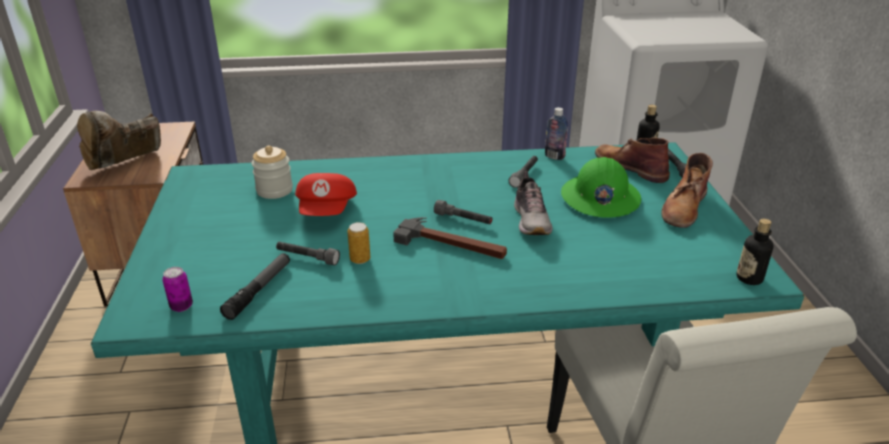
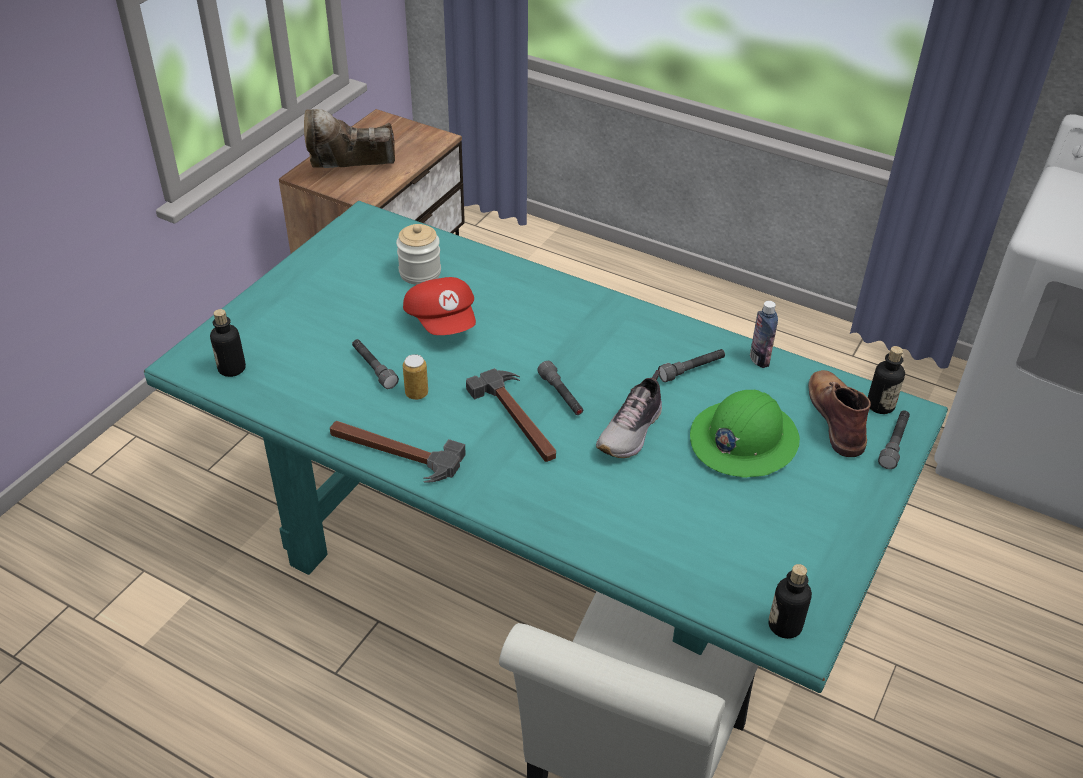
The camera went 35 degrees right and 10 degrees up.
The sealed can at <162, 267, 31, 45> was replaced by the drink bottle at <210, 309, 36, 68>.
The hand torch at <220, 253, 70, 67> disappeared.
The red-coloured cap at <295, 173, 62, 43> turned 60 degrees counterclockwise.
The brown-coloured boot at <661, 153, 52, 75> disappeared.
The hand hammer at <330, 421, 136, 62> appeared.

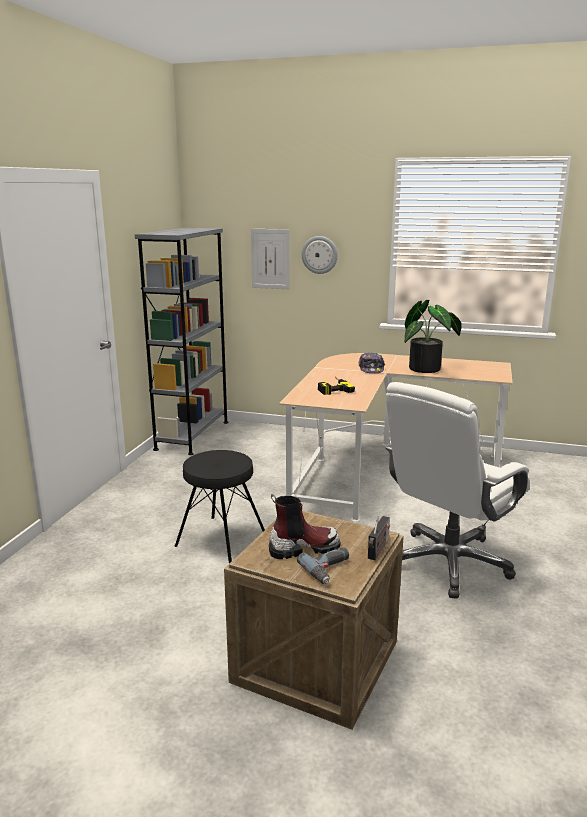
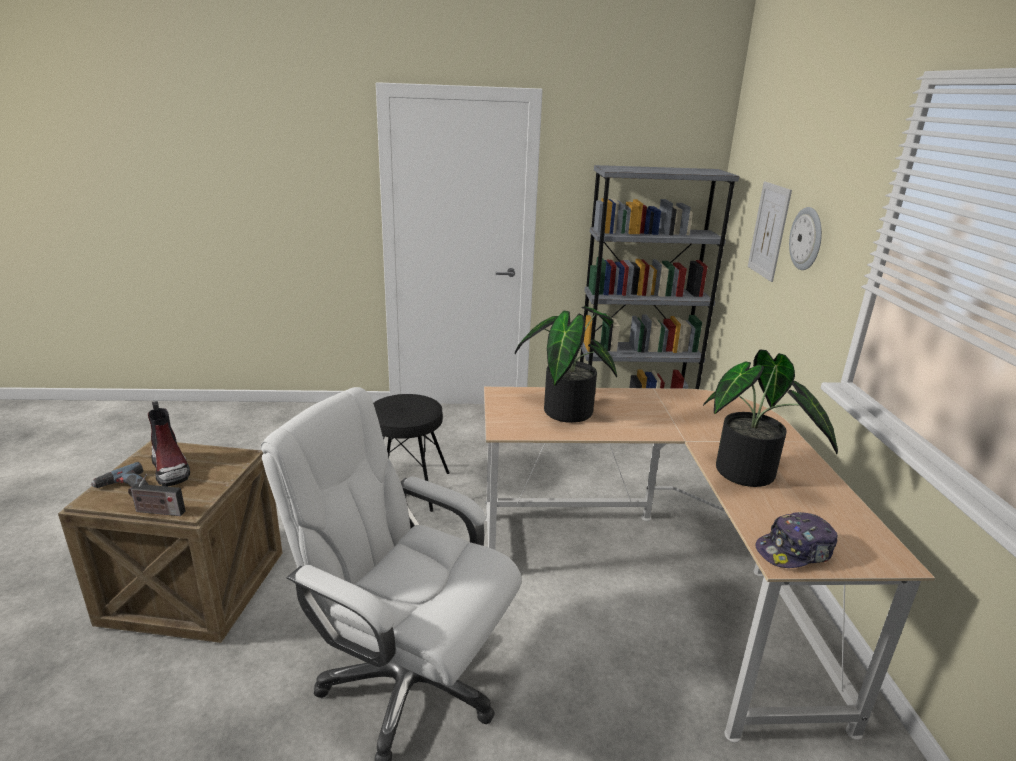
The camera went 70 degrees right and 5 degrees up.
The electric drill at <318, 377, 37, 18> was replaced by the plant in a pot at <515, 306, 102, 117>.
The cap moved from <359, 353, 26, 20> to <756, 512, 82, 56>.

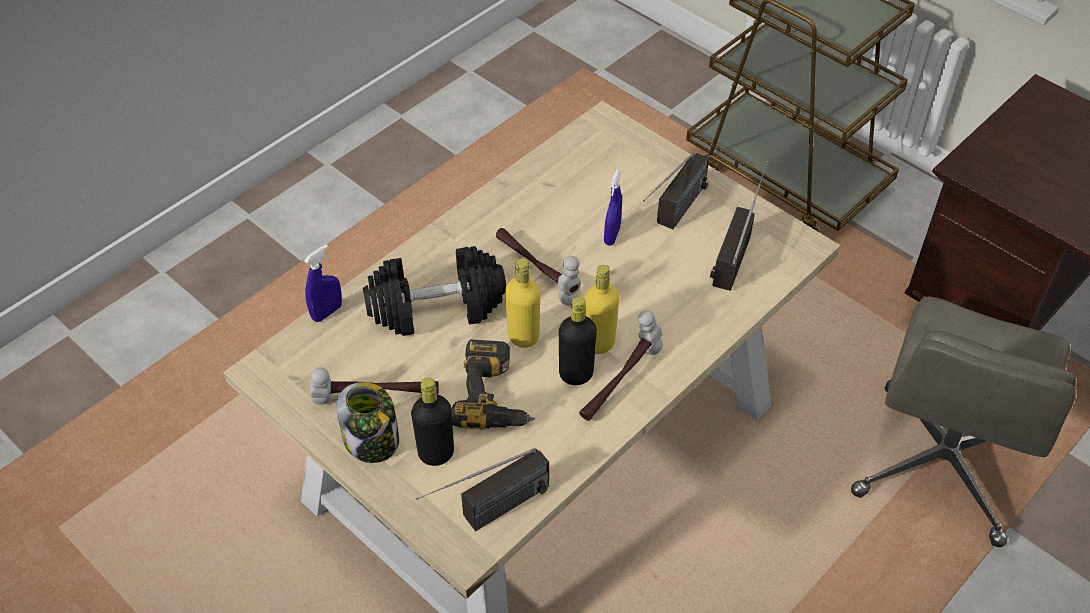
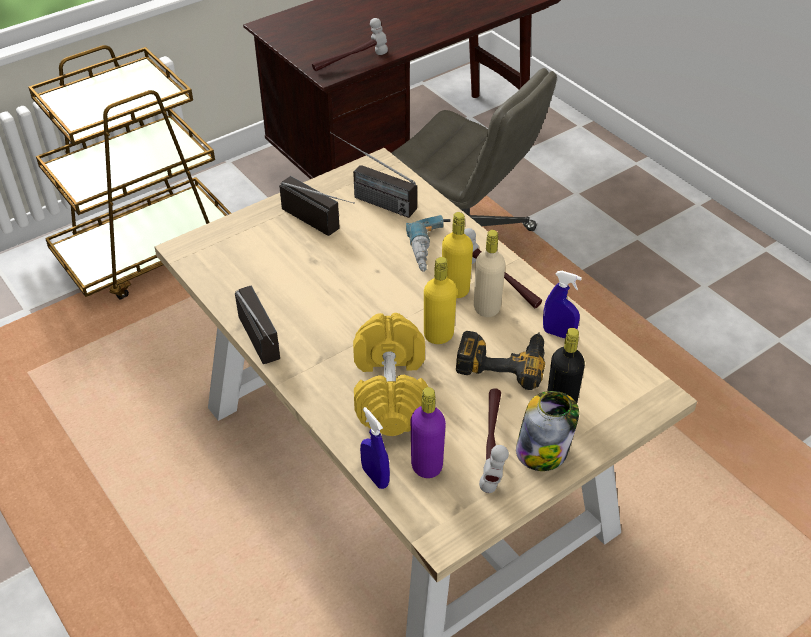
The camera went 80 degrees left and 5 degrees down.
The black-coloured dumbbell at <363, 246, 143, 90> became the yellowish dumbbell at <353, 313, 75, 123>.
The radio set moved from <416, 448, 134, 83> to <235, 285, 45, 79>.
The hand hammer moved from <496, 228, 85, 77> to <312, 18, 76, 53>.
The black-coloured drink bottle at <559, 297, 38, 88> became the beige drink bottle at <474, 230, 31, 87>.
The blue hand sprayer moved from <604, 169, 18, 77> to <543, 271, 39, 68>.
The electric drill at <406, 215, 45, 57> appeared.
The purple drink bottle at <411, 387, 35, 91> appeared.

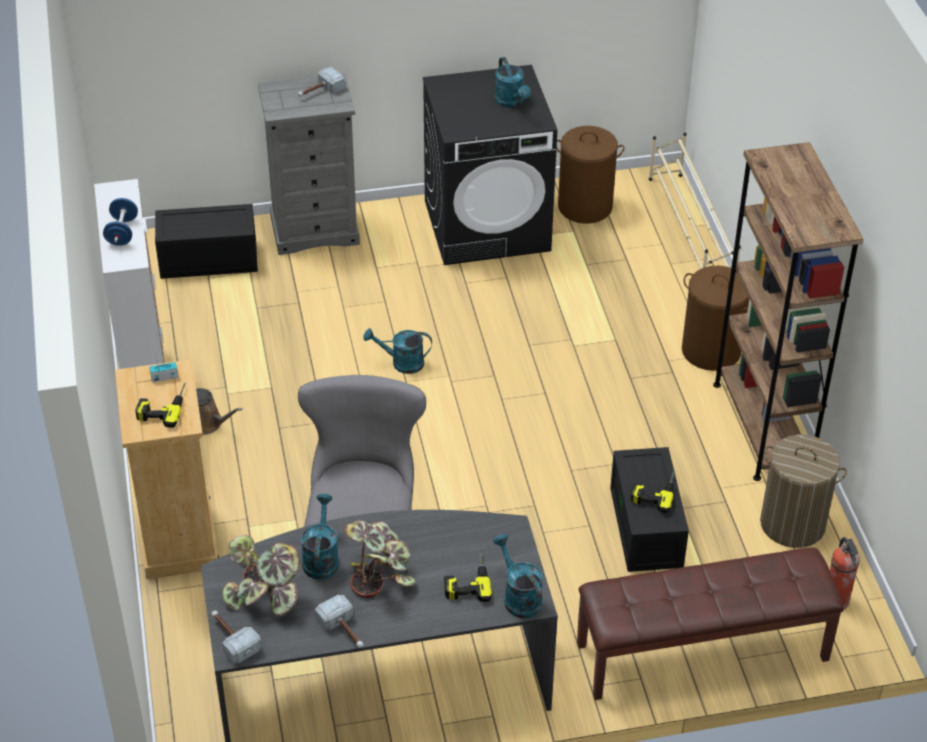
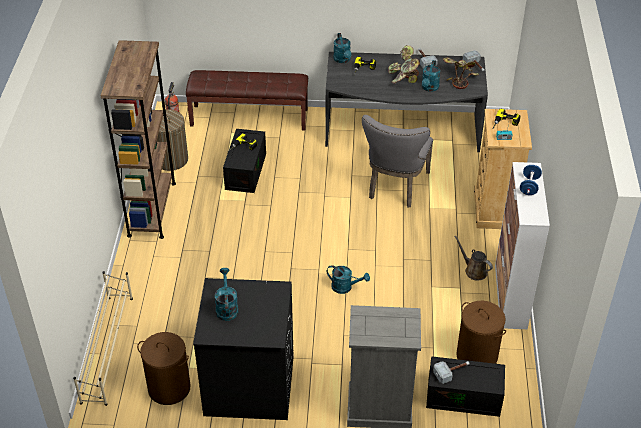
The camera went 165 degrees left and 0 degrees up.
The hand hammer moved from <298, 67, 47, 30> to <433, 361, 37, 23>.
The brown-coloured laundry basket moved from <682, 266, 67, 105> to <456, 301, 50, 63>.

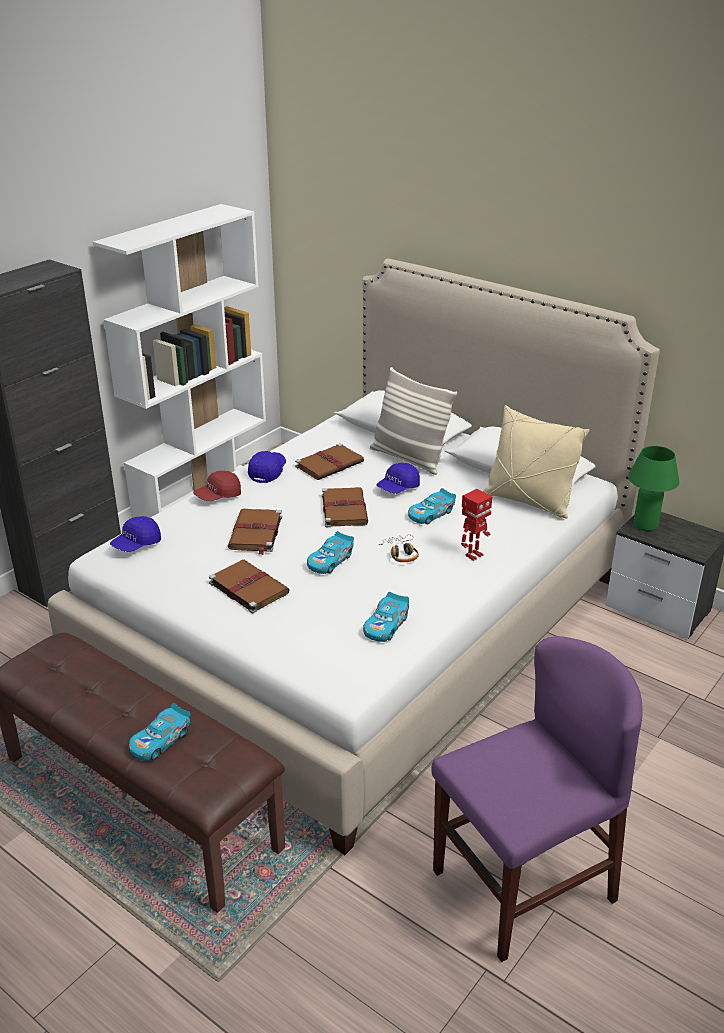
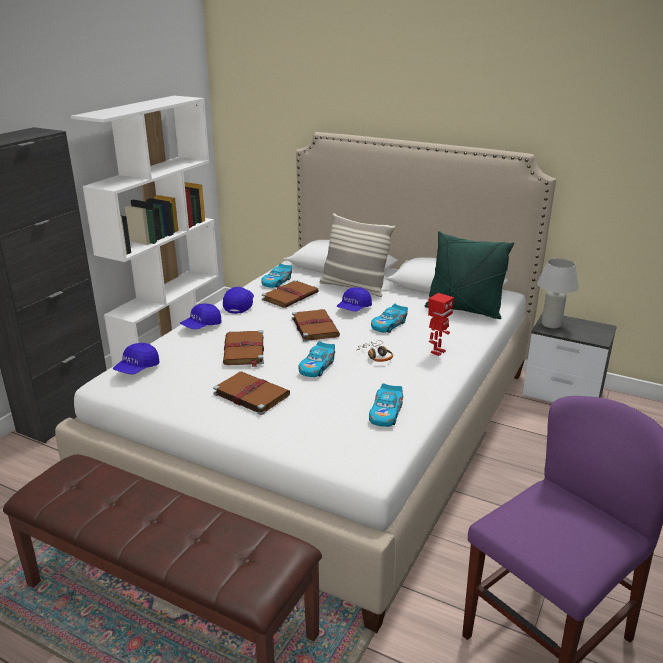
The camera went 10 degrees left and 5 degrees down.
The toy car moved from <129, 703, 61, 58> to <261, 263, 31, 25>.
The red-coloured cap at <193, 471, 48, 30> became the blue cap at <180, 304, 42, 26>.
The beige cushion at <483, 405, 107, 114> became the greenish cushion at <425, 231, 89, 88>.
The greenish tabletop lamp at <628, 446, 51, 85> became the white tabletop lamp at <537, 258, 42, 71>.

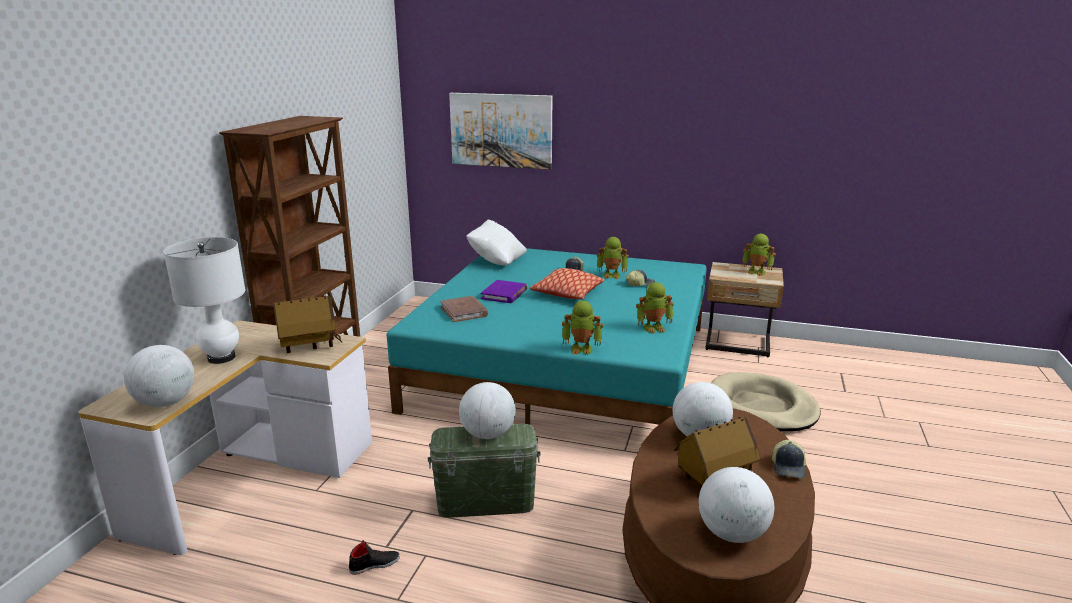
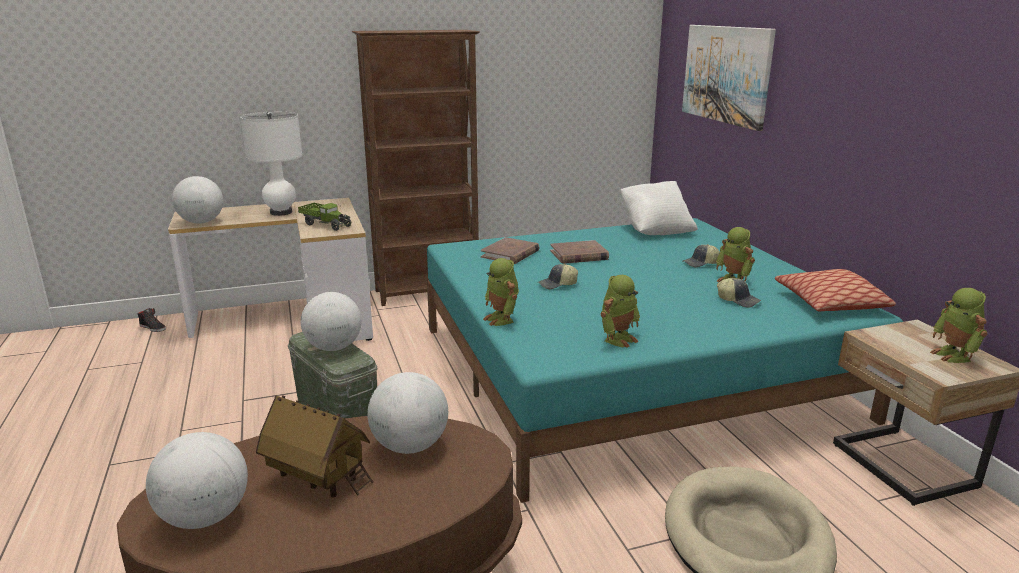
The camera went 55 degrees right and 0 degrees up.
The model house at <273, 296, 69, 57> was replaced by the model truck at <298, 203, 53, 28>.
The black-coloured low shoe moved from <349, 540, 51, 35> to <138, 308, 28, 24>.
The purple volume at <481, 280, 47, 23> became the brown-coloured volume at <550, 240, 59, 24>.
The cushion moved from <530, 268, 74, 32> to <775, 269, 121, 42>.
The toy robot at <636, 282, 38, 52> turned 90 degrees counterclockwise.
The cap moved from <772, 440, 34, 39> to <538, 264, 40, 25>.

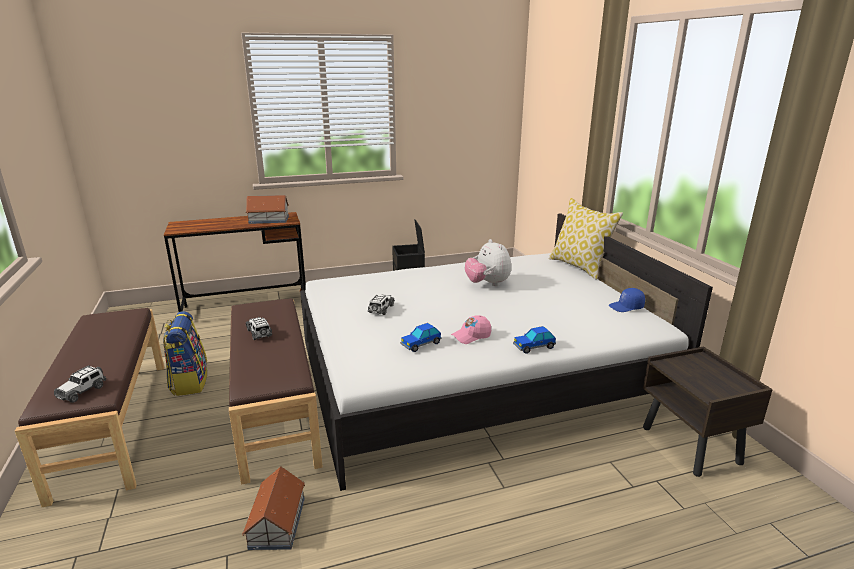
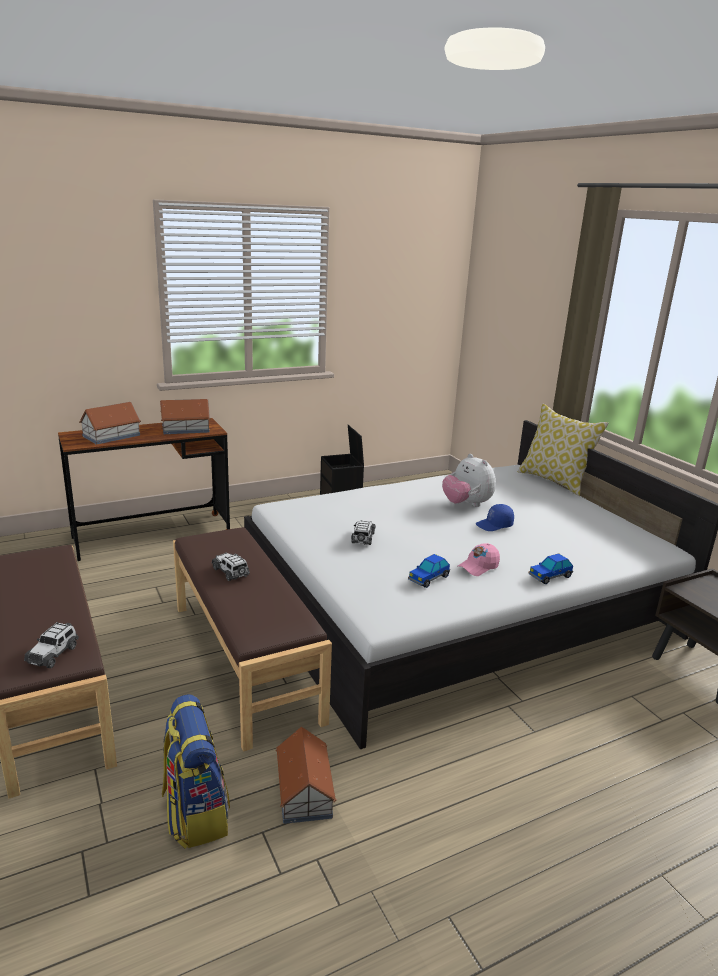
The camera went 10 degrees left and 0 degrees up.
The knapsack moved from <163, 311, 44, 85> to <162, 694, 68, 155>.
The blue cap moved from <609, 288, 36, 24> to <476, 504, 38, 27>.
The model house at <79, 402, 62, 43> appeared.

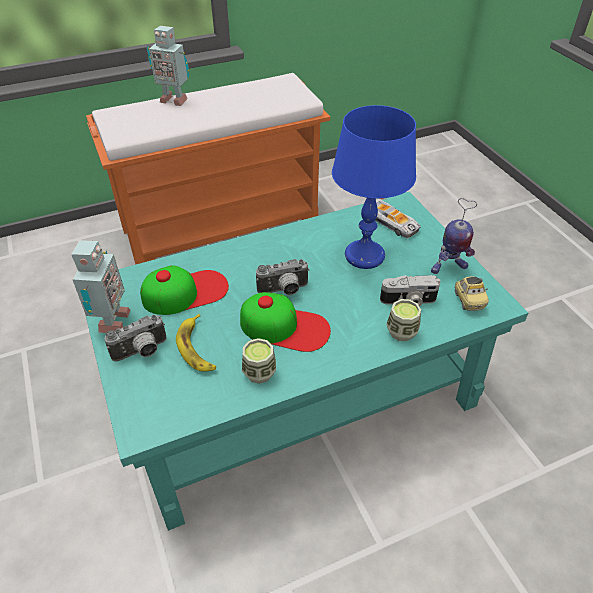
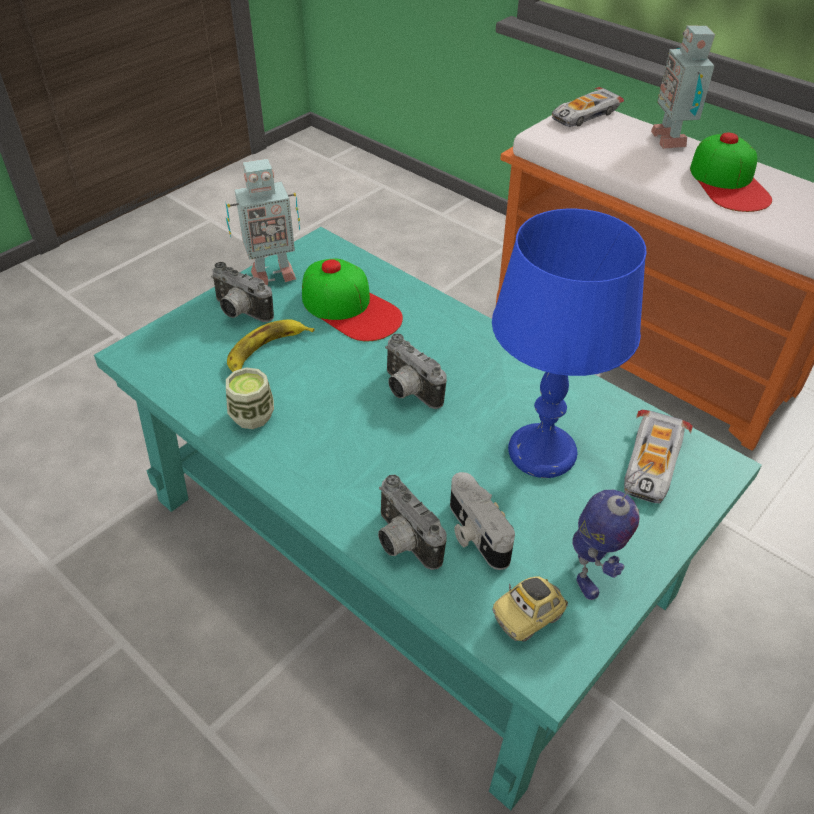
The camera went 65 degrees right and 0 degrees up.
The cap moved from <240, 292, 91, 60> to <690, 133, 82, 79>.
The drinking cup at <386, 299, 35, 42> was replaced by the photo camera at <378, 475, 69, 95>.
The toy robot at <431, 198, 46, 76> turned 120 degrees counterclockwise.
The toy car at <552, 87, 72, 40> appeared.

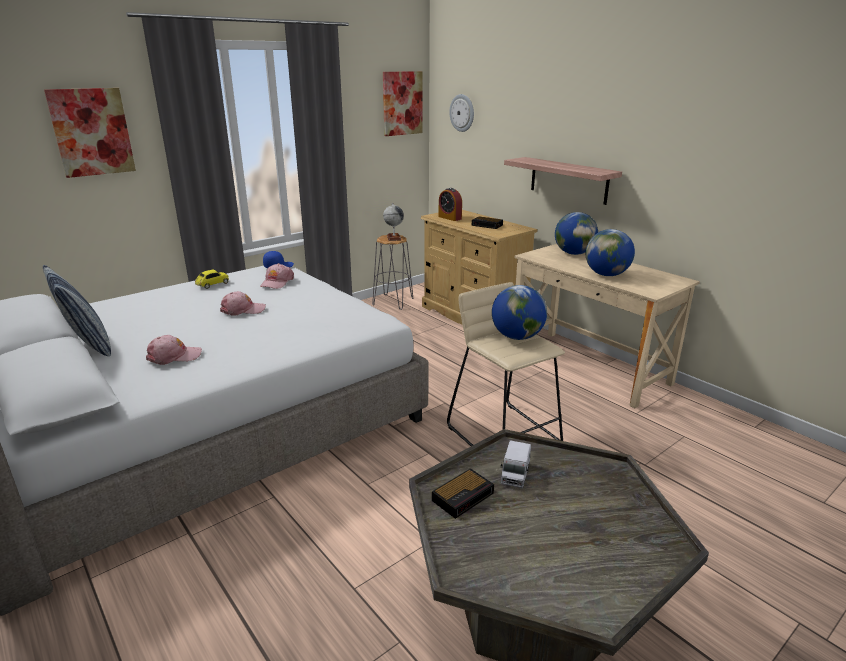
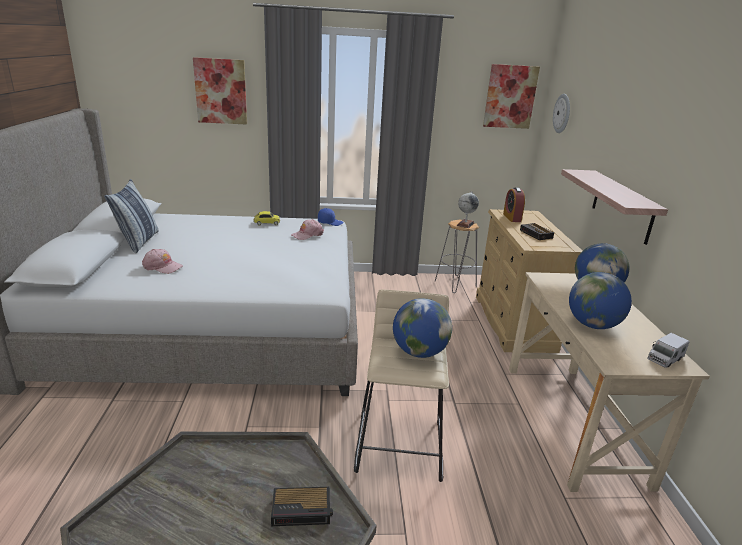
The camera went 35 degrees right and 0 degrees up.
The pinkish cap at <220, 291, 46, 25> disappeared.
The alarm clock moved from <432, 468, 62, 51> to <271, 487, 62, 39>.
The model truck moved from <501, 440, 30, 48> to <647, 333, 43, 35>.

